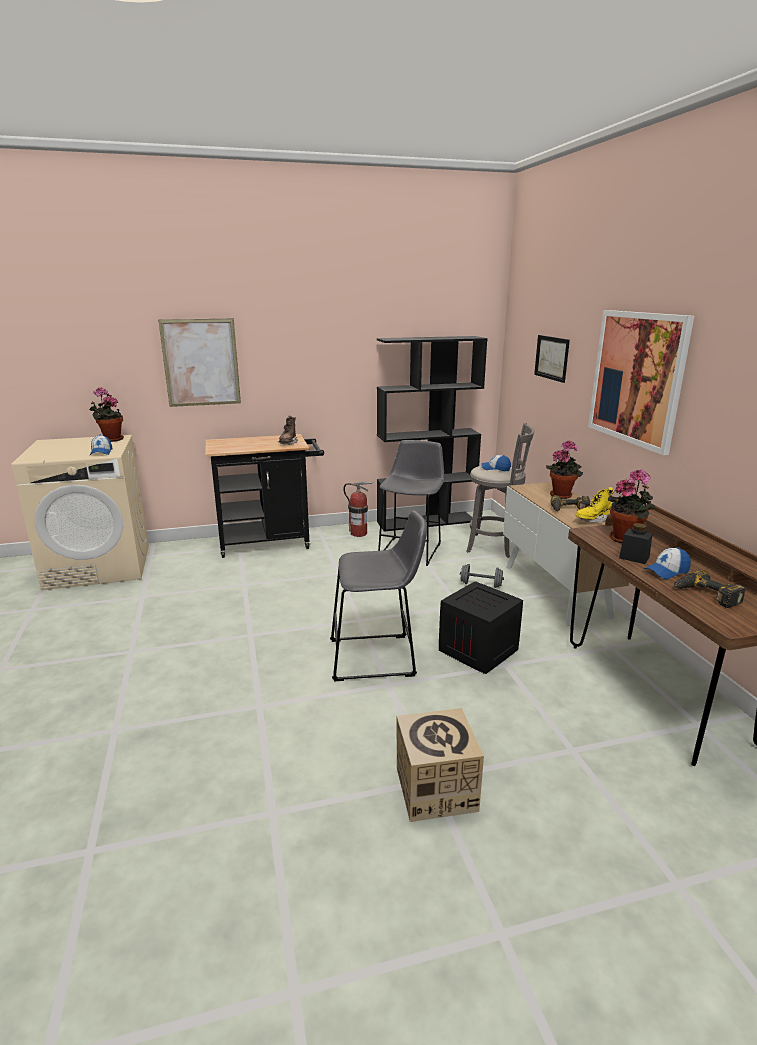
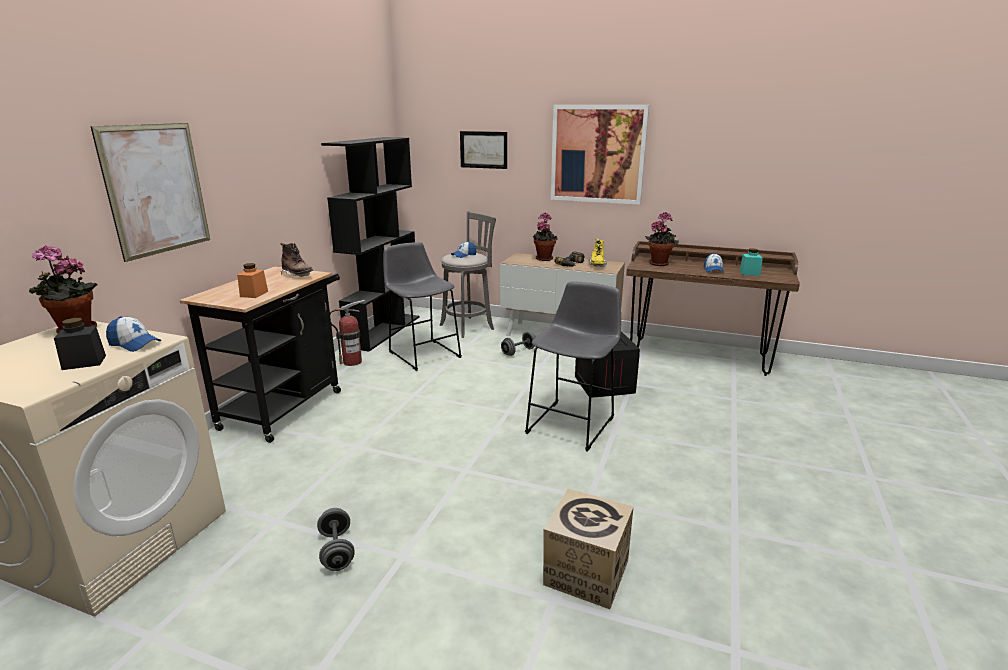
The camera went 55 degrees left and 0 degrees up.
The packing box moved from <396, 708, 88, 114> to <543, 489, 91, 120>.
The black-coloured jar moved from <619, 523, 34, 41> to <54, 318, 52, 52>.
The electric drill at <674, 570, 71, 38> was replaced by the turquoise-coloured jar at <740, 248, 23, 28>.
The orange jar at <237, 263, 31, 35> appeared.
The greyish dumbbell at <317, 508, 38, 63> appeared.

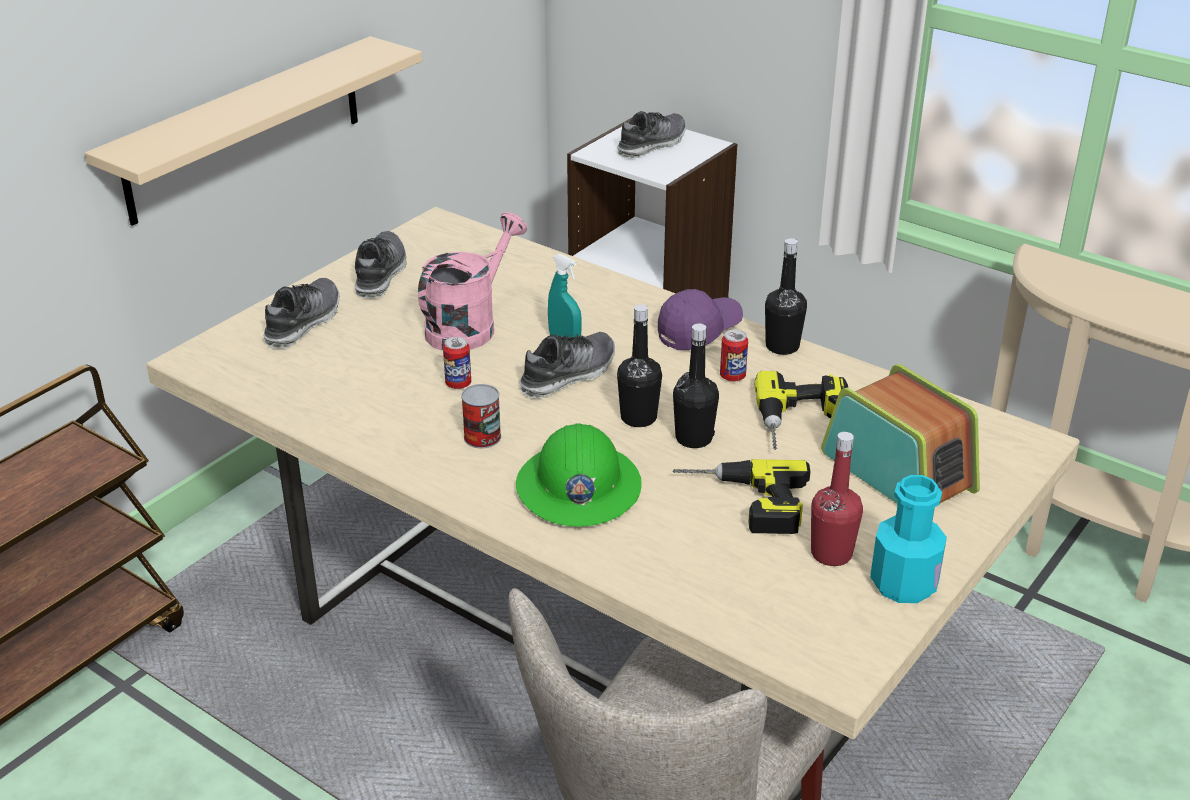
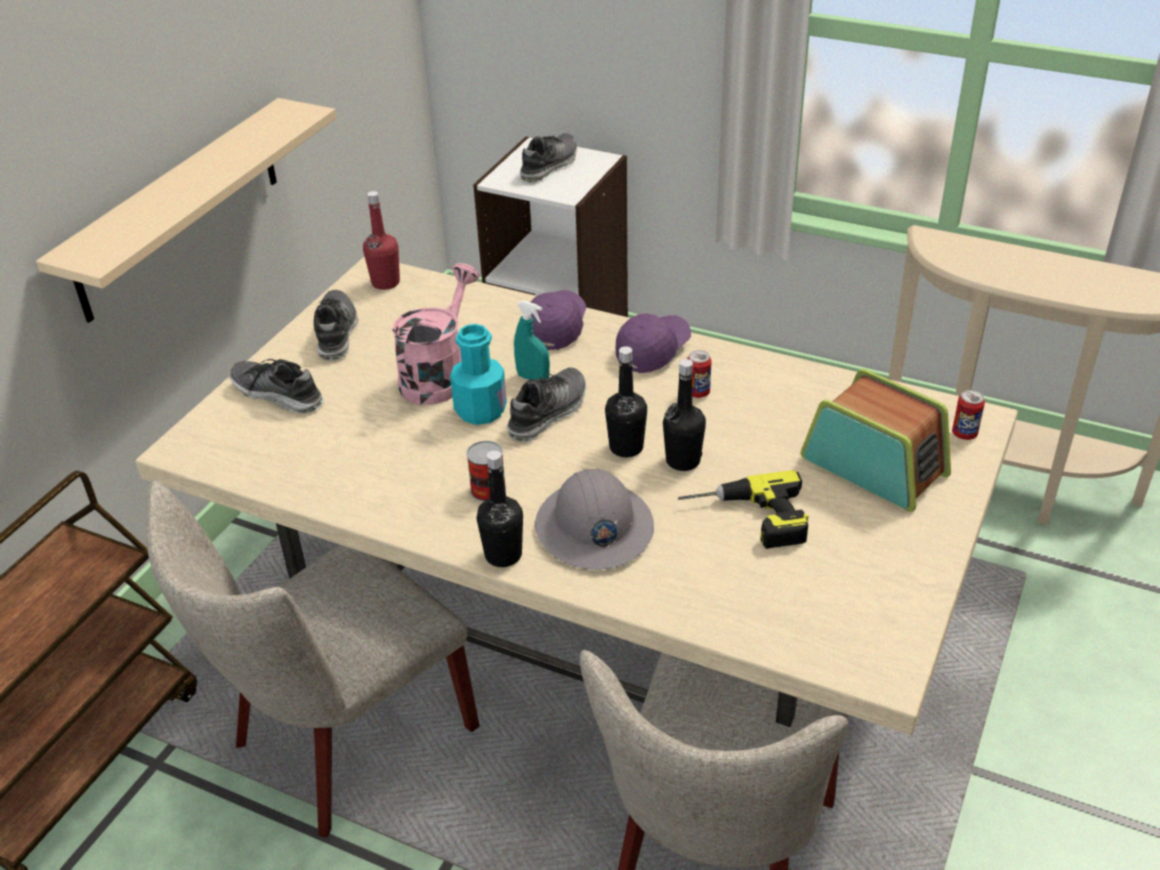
The camera went 10 degrees left and 5 degrees up.
The low shoe at <263, 278, 77, 71> turned 75 degrees counterclockwise.
The sealed can moved from <443, 337, 28, 52> to <952, 390, 33, 50>.
The greenish work helmet at <516, 423, 126, 104> became the greyish work helmet at <535, 469, 119, 101>.
The electric drill at <755, 371, 93, 79> disappeared.
The black-coloured drink bottle moved from <765, 238, 42, 117> to <477, 451, 46, 116>.
The red-coloured drink bottle moved from <811, 432, 52, 134> to <363, 191, 37, 99>.
The turquoise-coloured drink bottle moved from <870, 475, 77, 128> to <450, 324, 57, 101>.
The beige chair at <146, 480, 334, 357> appeared.
The purple cap at <531, 290, 55, 60> appeared.

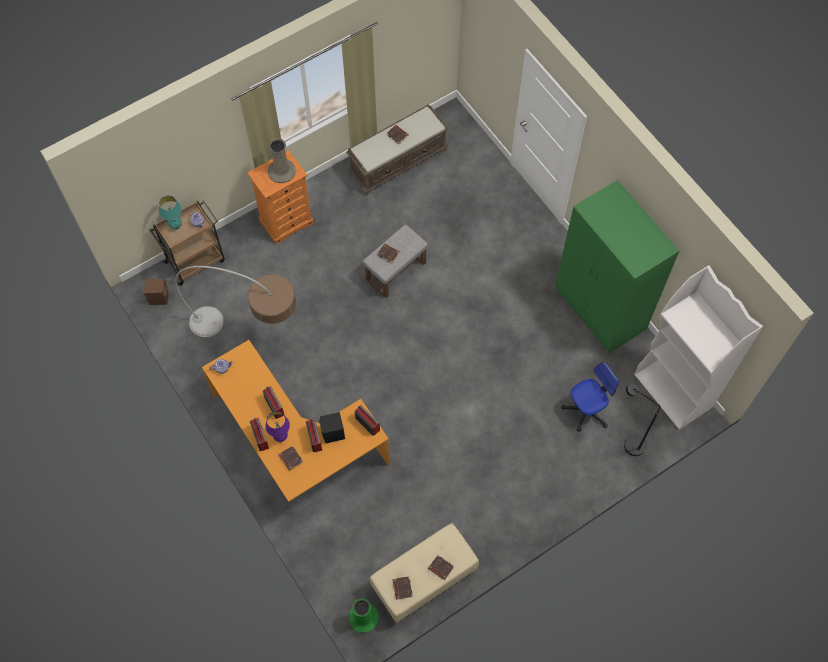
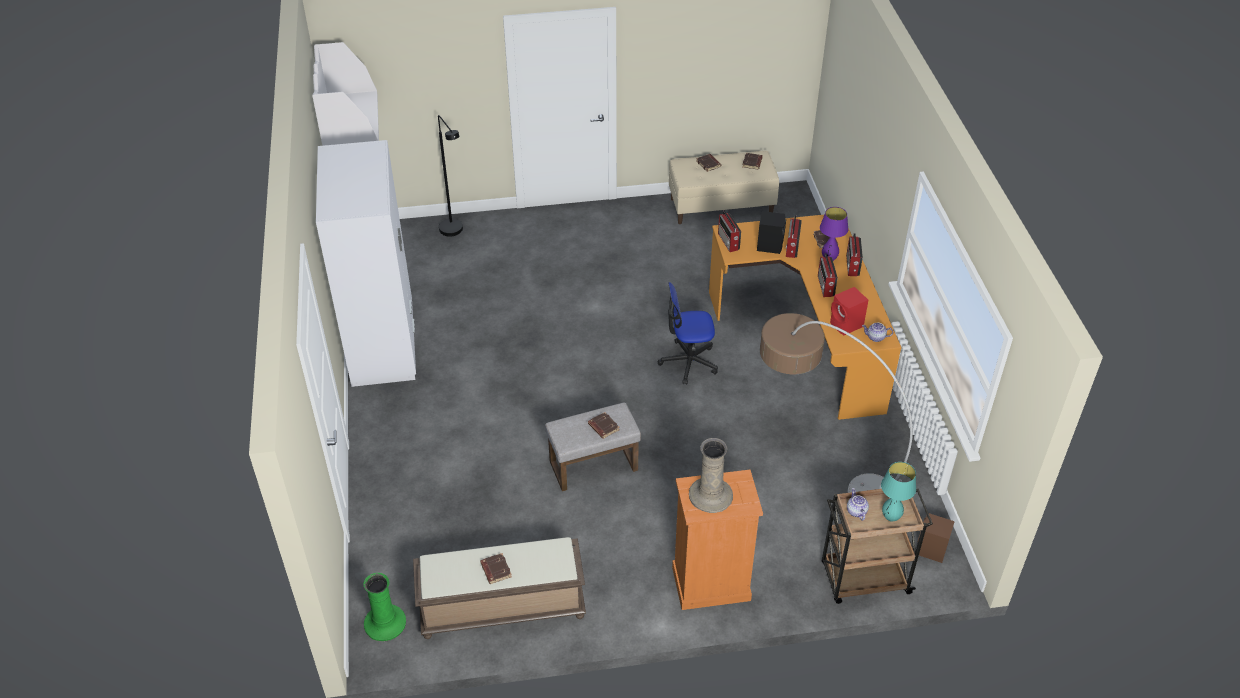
The camera went 155 degrees left and 20 degrees down.
The greenish vase moved from <349, 598, 30, 35> to <364, 573, 42, 69>.
The greenish wardrobe at <555, 180, 124, 174> became the white wardrobe at <316, 140, 100, 247>.
The computer chair moved from <561, 362, 58, 70> to <658, 282, 60, 103>.
The red-coloured audio speaker at <830, 287, 38, 48> appeared.

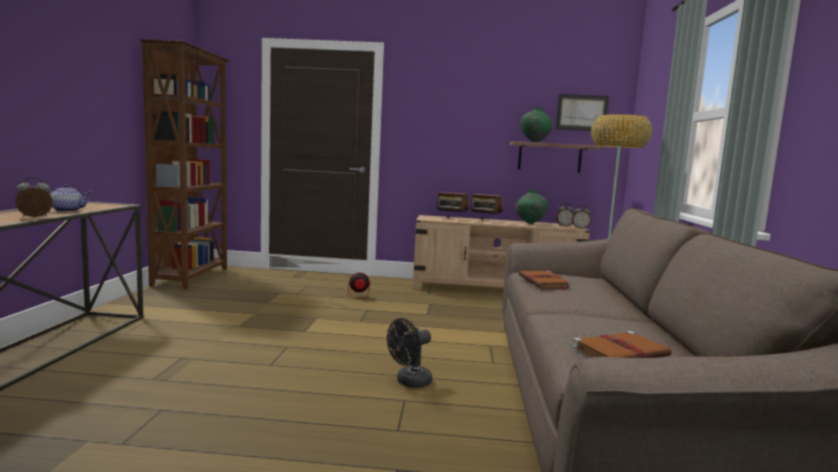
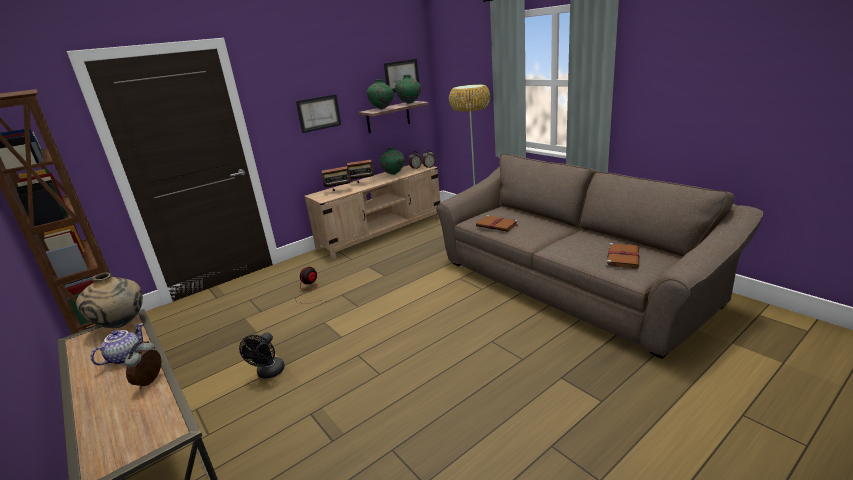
The camera went 40 degrees left and 15 degrees up.
The black-coloured electric fan moved from <387, 318, 45, 70> to <239, 332, 46, 47>.
The beige vase at <76, 273, 67, 55> appeared.
The wall art at <296, 94, 45, 39> appeared.
The greenish vase at <395, 74, 26, 30> appeared.

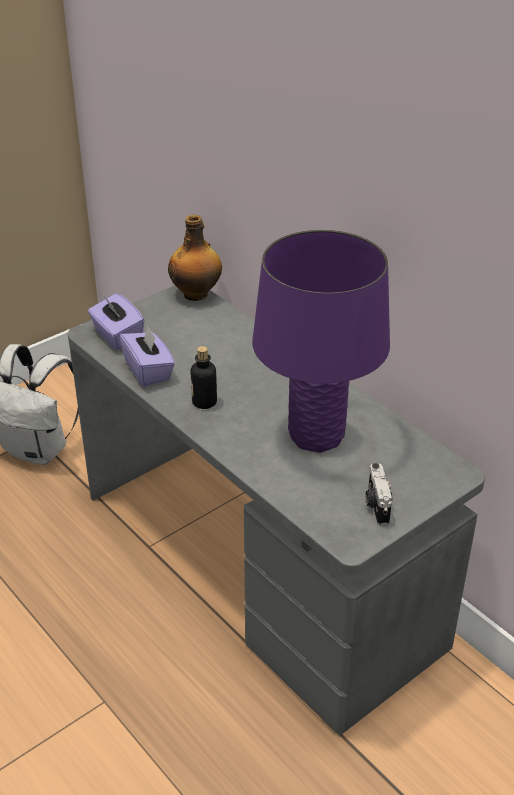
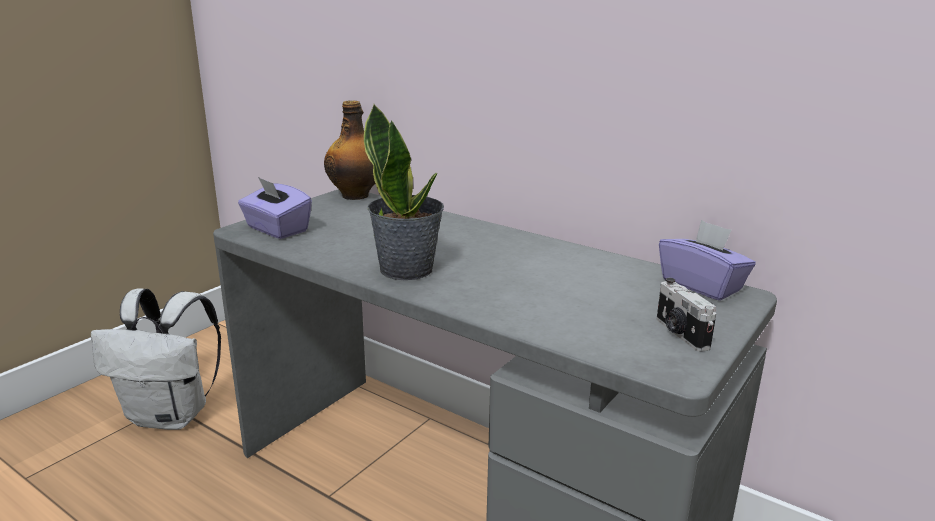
The camera went 15 degrees left and 15 degrees down.
The purple tissue holder moved from <119, 326, 56, 61> to <659, 220, 97, 81>.
The drink bottle at <191, 346, 26, 63> was replaced by the plant in a pot at <364, 104, 80, 176>.
The purple tabletop lamp at <252, 230, 138, 223> disappeared.

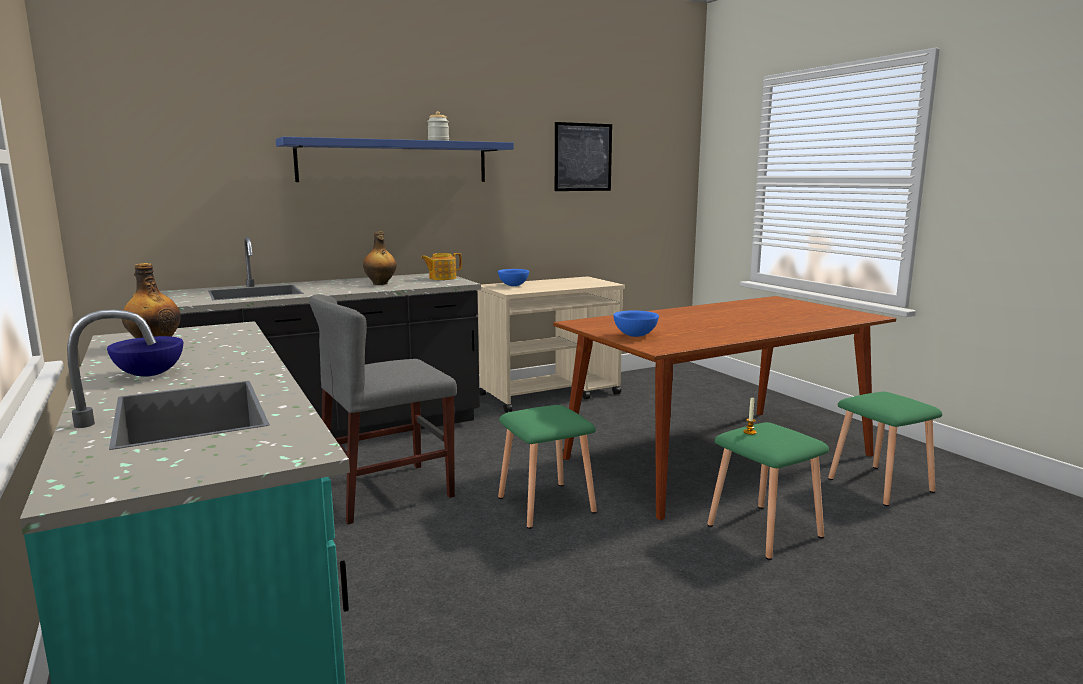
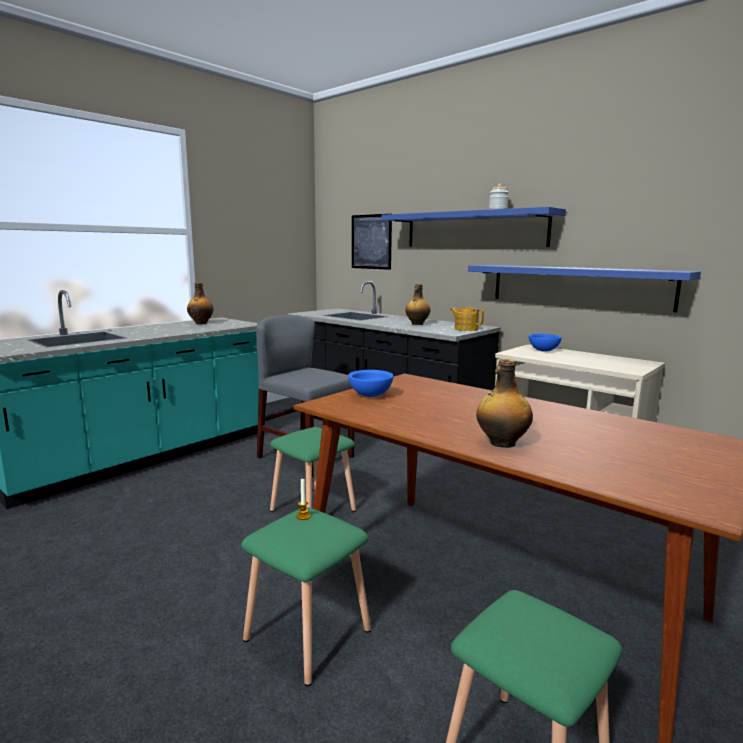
The camera went 70 degrees right and 0 degrees up.
The blue deep dish at <107, 336, 76, 41> disappeared.
The wall art moved from <555, 122, 57, 69> to <352, 214, 40, 56>.
The blue bracket shelf at <468, 265, 233, 47> appeared.
The drink bottle at <476, 359, 57, 89> appeared.

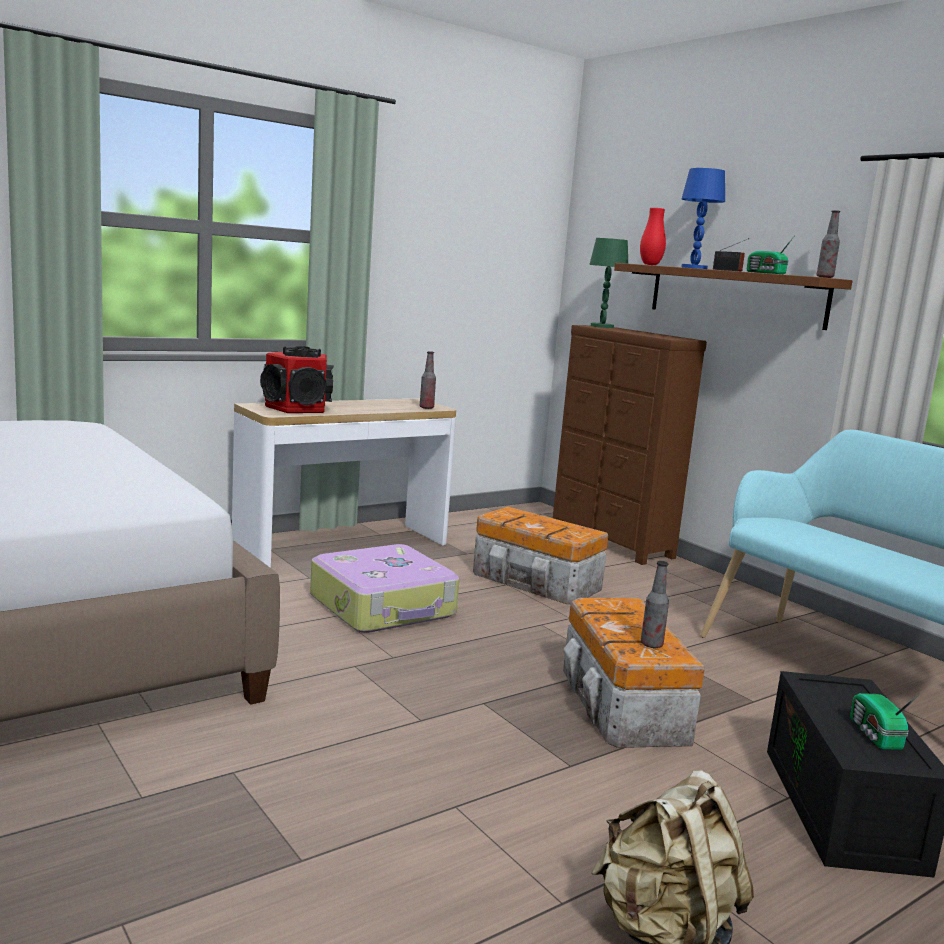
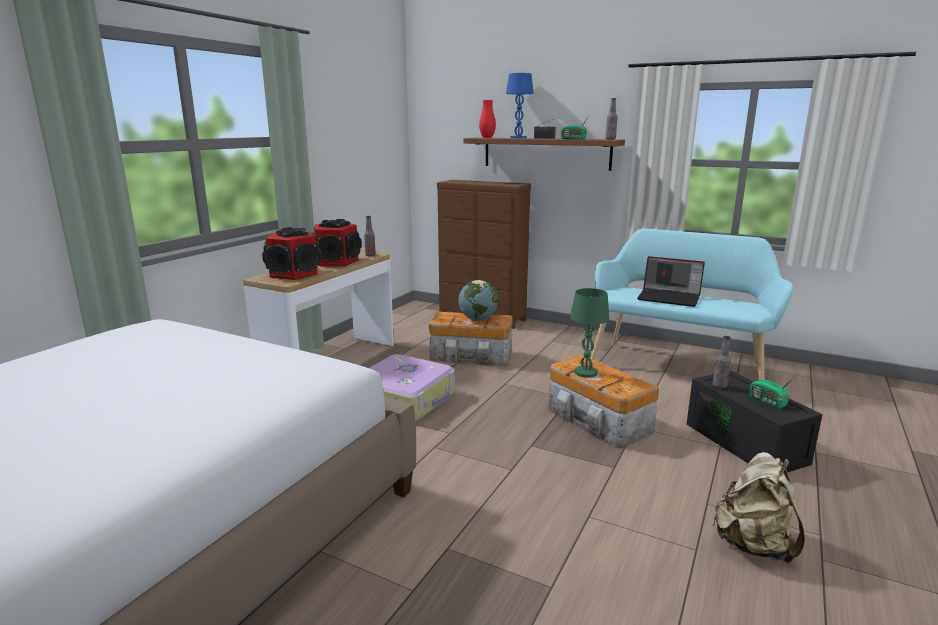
The camera went 25 degrees left and 5 degrees up.
The greenish tabletop lamp moved from <589, 238, 39, 90> to <570, 288, 40, 90>.
The drink bottle moved from <641, 561, 28, 87> to <713, 336, 18, 52>.
The audio speaker at <311, 219, 51, 47> appeared.
The globe at <459, 280, 40, 41> appeared.
The portable computer at <637, 256, 68, 51> appeared.

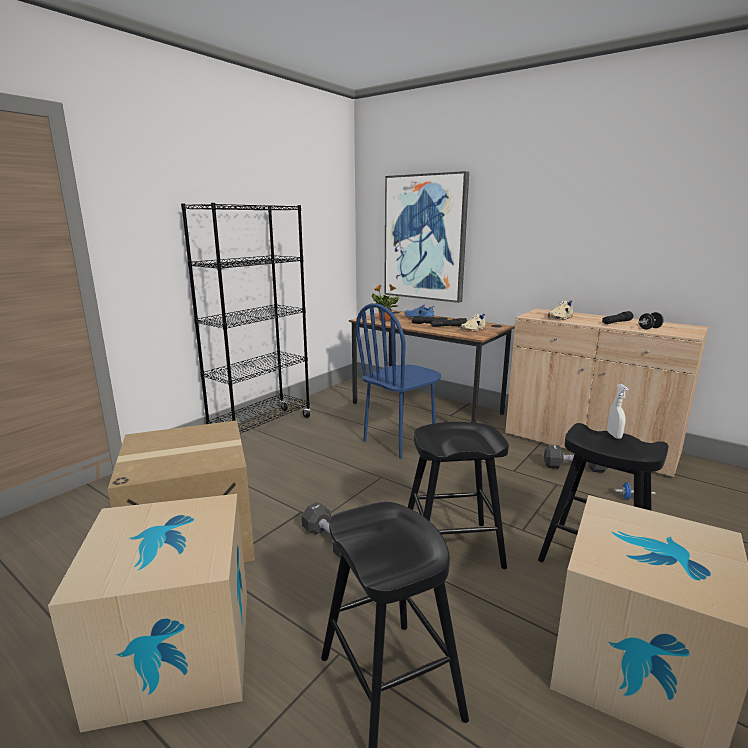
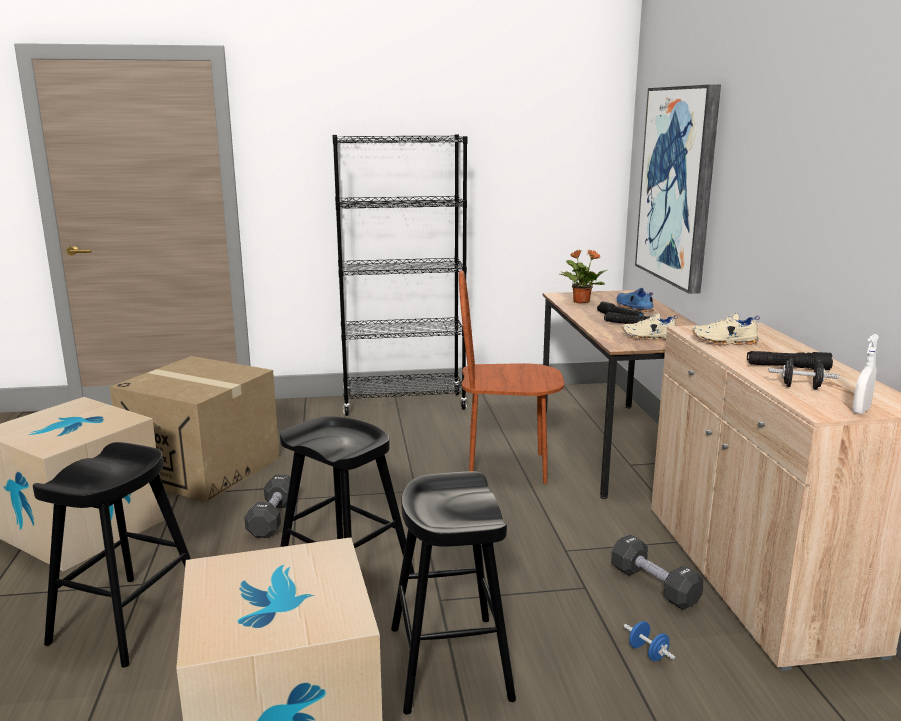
The camera went 45 degrees right and 0 degrees up.
The blue chair at <356, 303, 85, 156> became the brown-coloured chair at <459, 270, 105, 214>.
The white hand sprayer moved from <607, 384, 21, 55> to <852, 334, 27, 80>.

